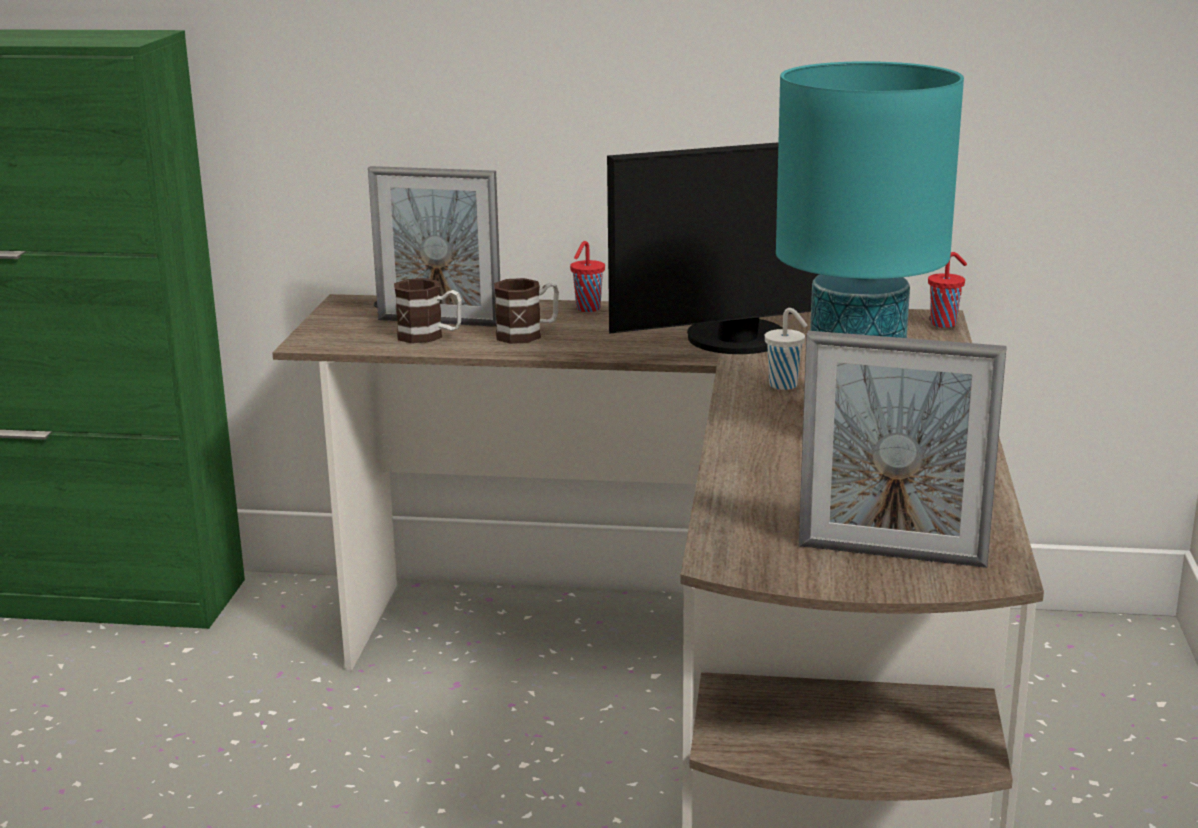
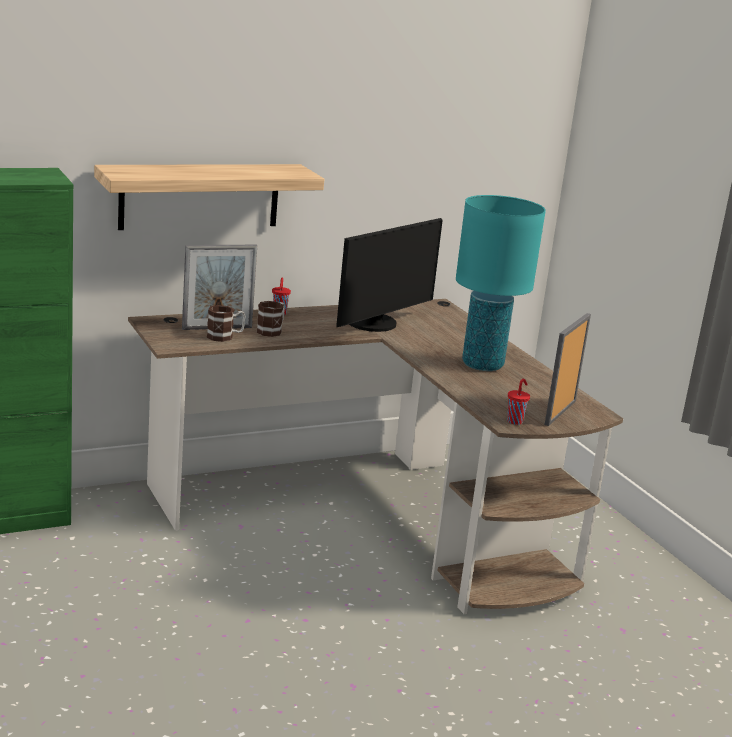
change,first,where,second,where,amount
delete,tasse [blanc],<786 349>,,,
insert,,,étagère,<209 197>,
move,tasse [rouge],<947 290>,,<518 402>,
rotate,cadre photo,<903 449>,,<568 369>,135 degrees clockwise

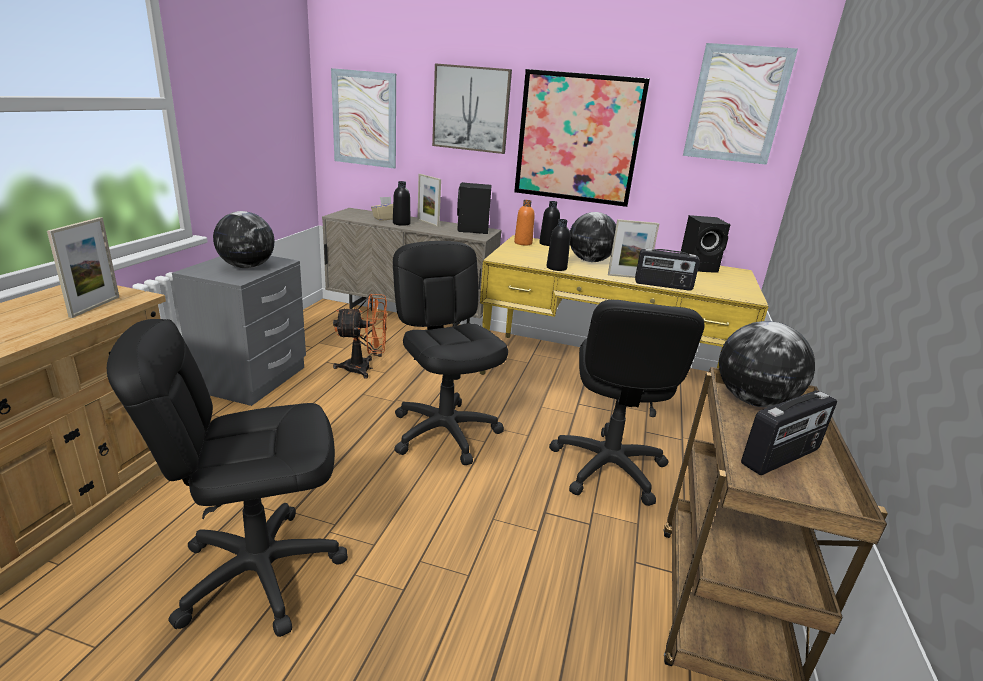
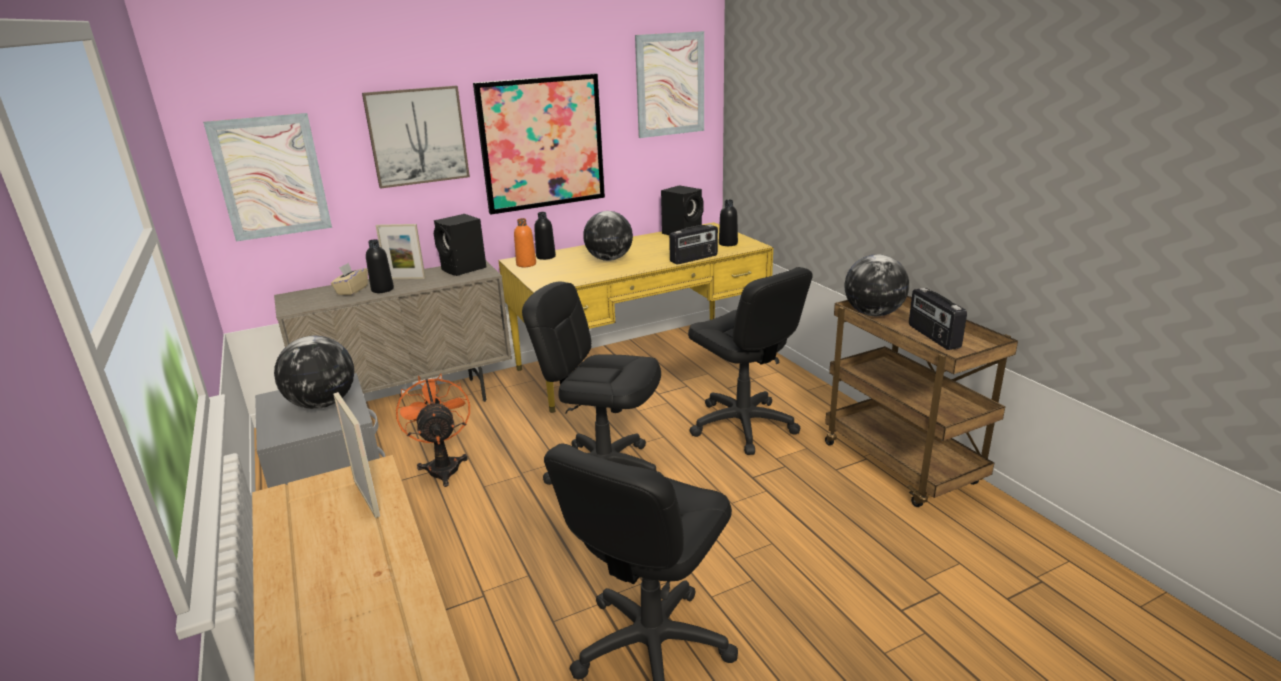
change,first,where,second,where,amount
delete,cadre photo,<633 248>,,,
move,bouteille [noir],<558 245>,,<728 223>,
rotate,ventilateur [orange],<360 336>,,<433 430>,60 degrees counterclockwise
rotate,radio,<789 432>,,<938 319>,150 degrees clockwise

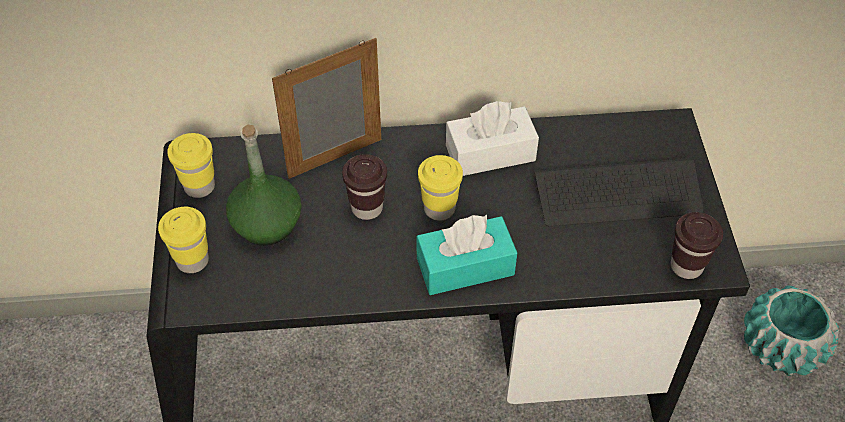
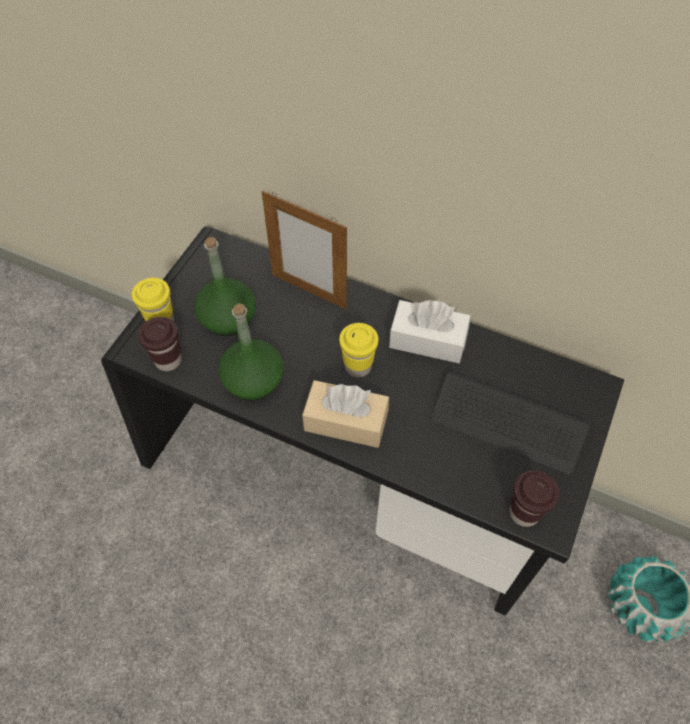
change,first,where,second,where,amount
delete,tasse [jaune],<191 165>,,,
insert,,,bouteille [vert],<251 352>,
move,tasse [marron],<364 187>,,<160 344>,
recolor,boîte à mouchoirs [turquoise],<467 255>,boîte à mouchoirs [beige],<345 414>,
rotate,cadre photo,<326 108>,,<304 250>,150 degrees counterclockwise

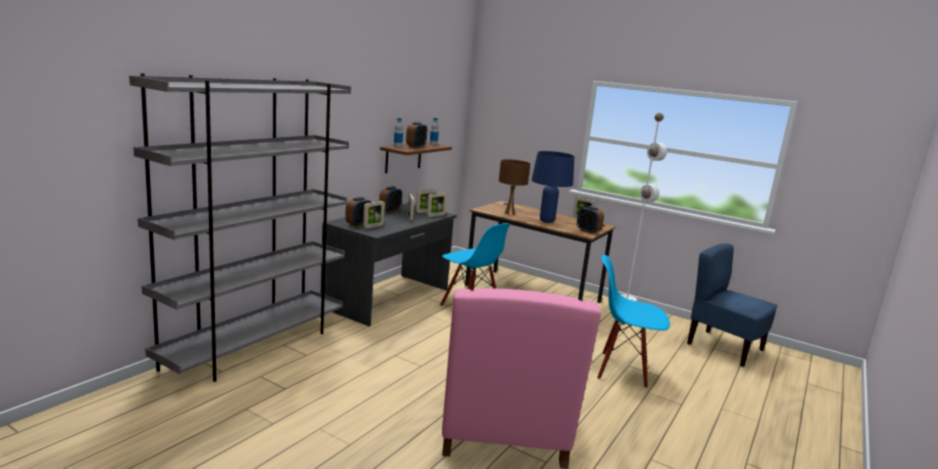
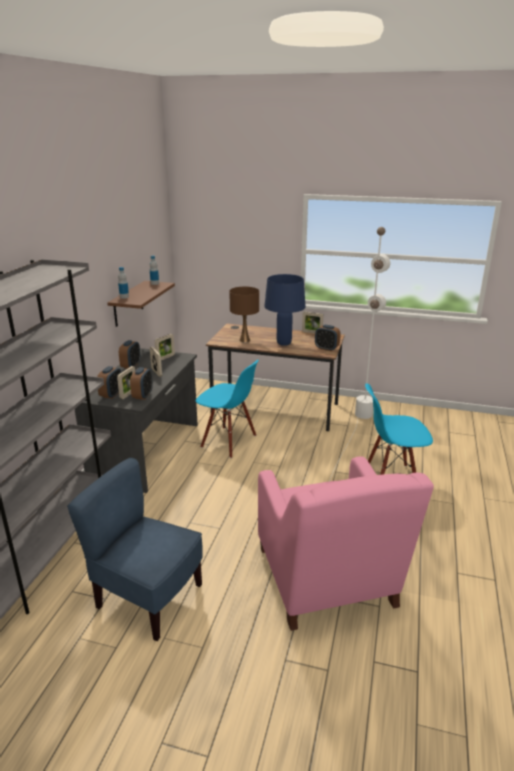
change,first,where,second,where,amount
delete,cadre photo,<437 205>,,,
move,réveil,<416 135>,,<141 383>,
move,chaise [bleu],<732 305>,,<135 549>,

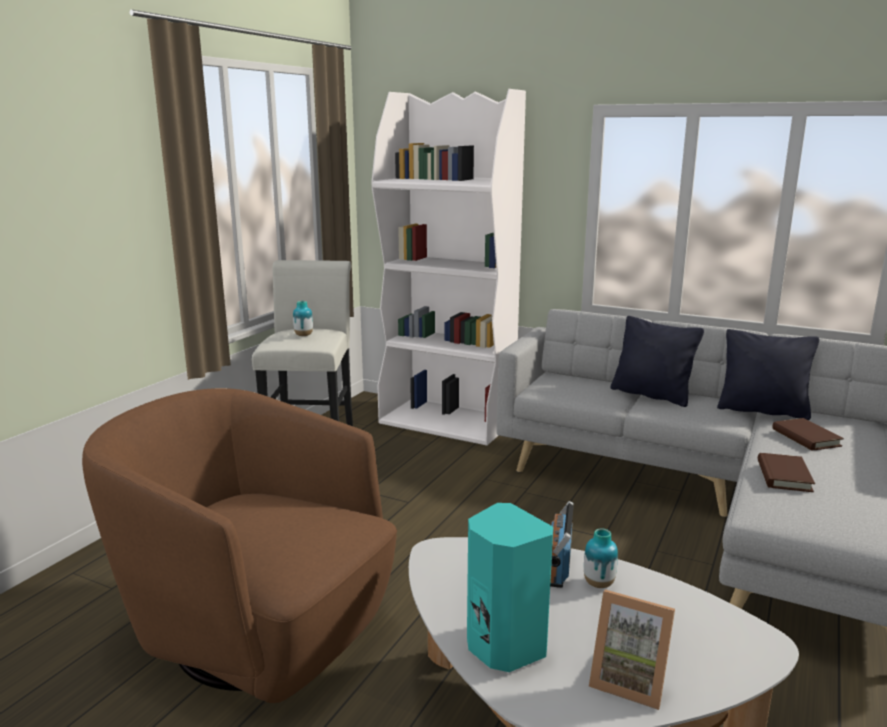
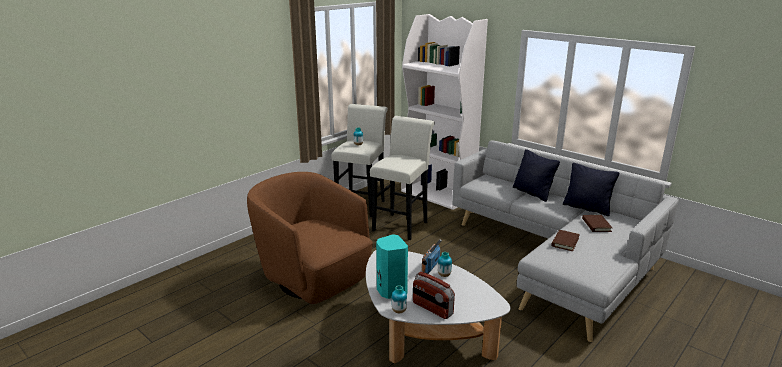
change,first,where,second,where,amount
insert,,,tabouret [blanc],<402 178>,
insert,,,vase,<399 299>,
replace,cadre photo,<632 650>,radio,<434 295>,

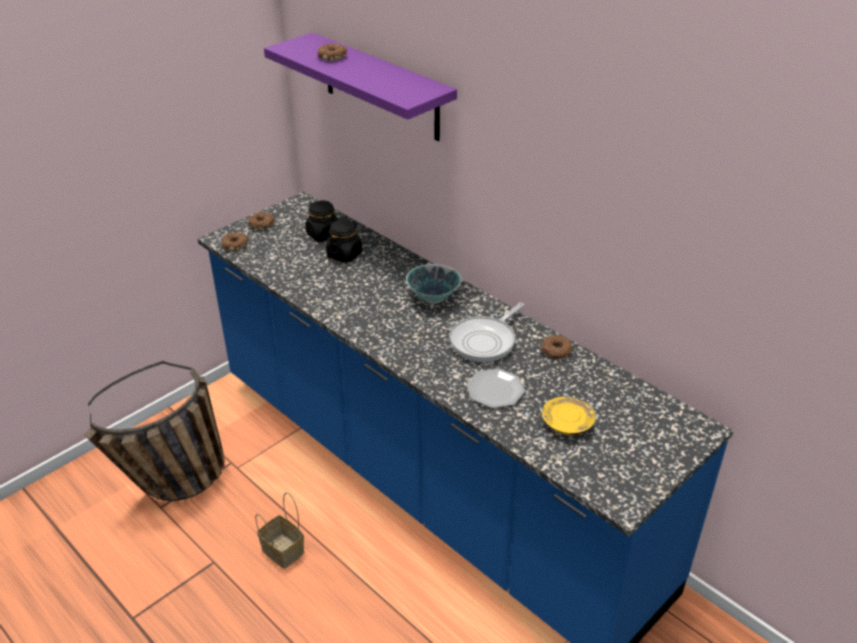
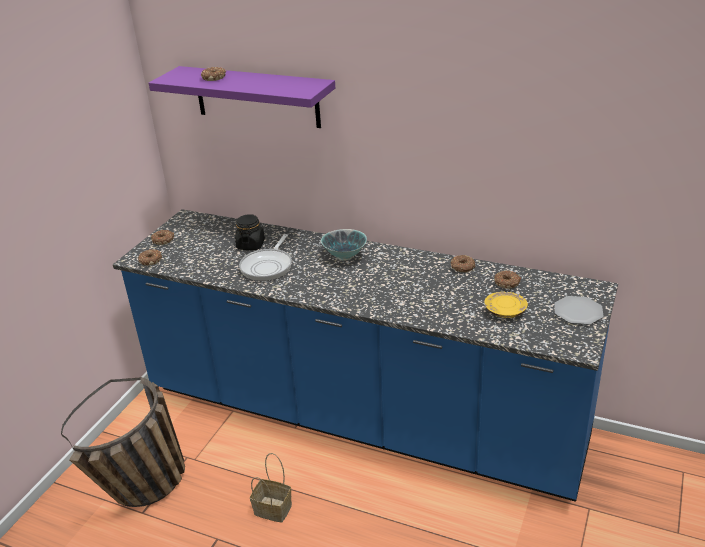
change,first,where,second,where,amount
delete,bocal [noir],<321 221>,,,
insert,,,beignet,<507 280>,
move,poêle,<486 332>,,<265 257>,
move,assiette,<495 388>,,<579 310>,

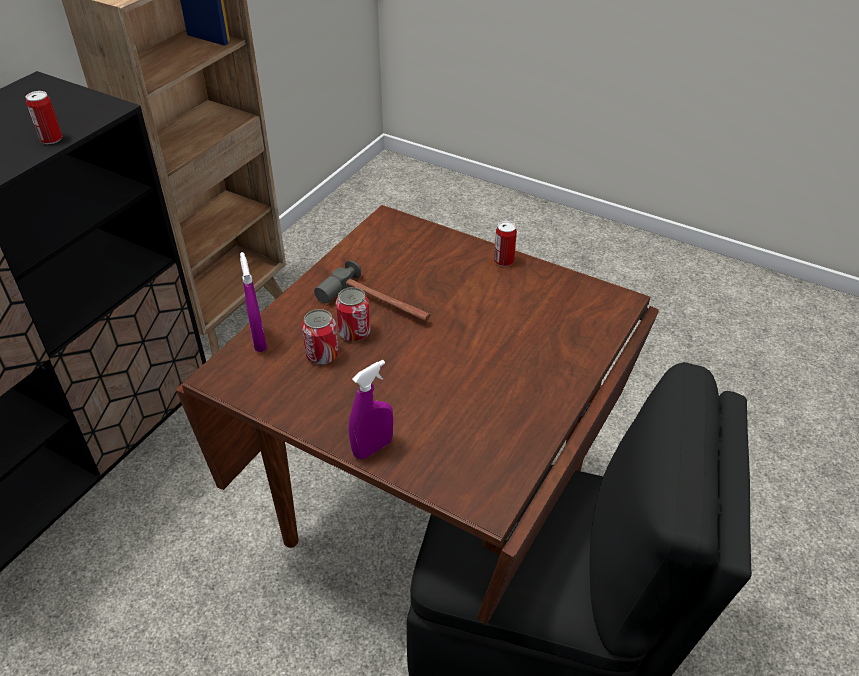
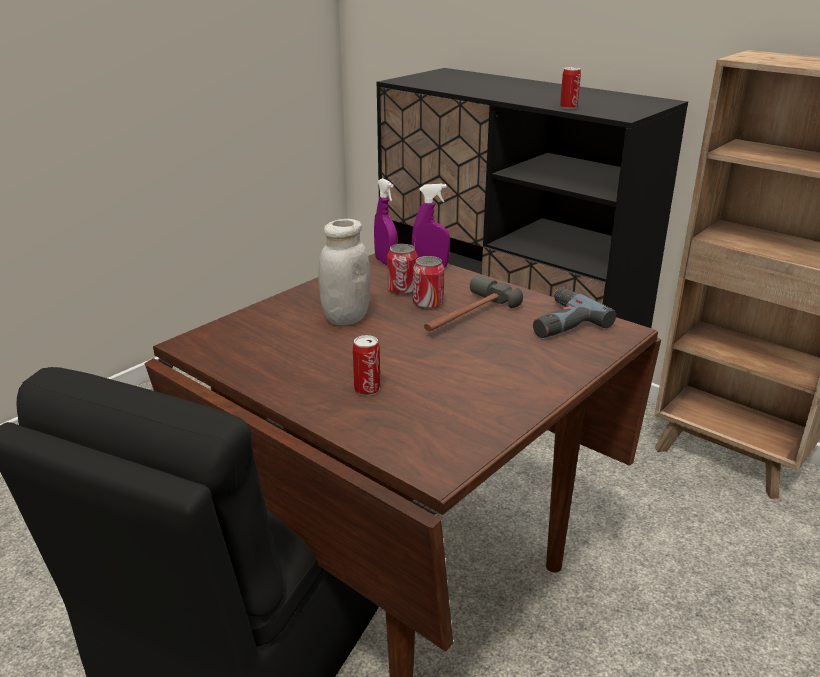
change,first,where,second,where,amount
insert,,,bocal [blanc],<344 272>,
insert,,,perceuse,<574 312>,
move,vaporisateur [violet],<371 410>,,<386 222>,
move,boîte métallique,<505 243>,,<366 365>,

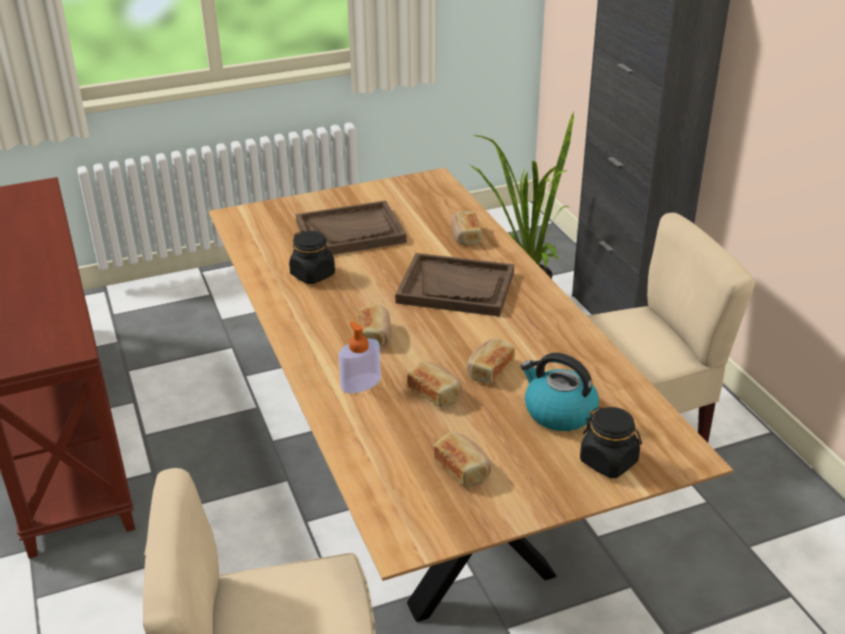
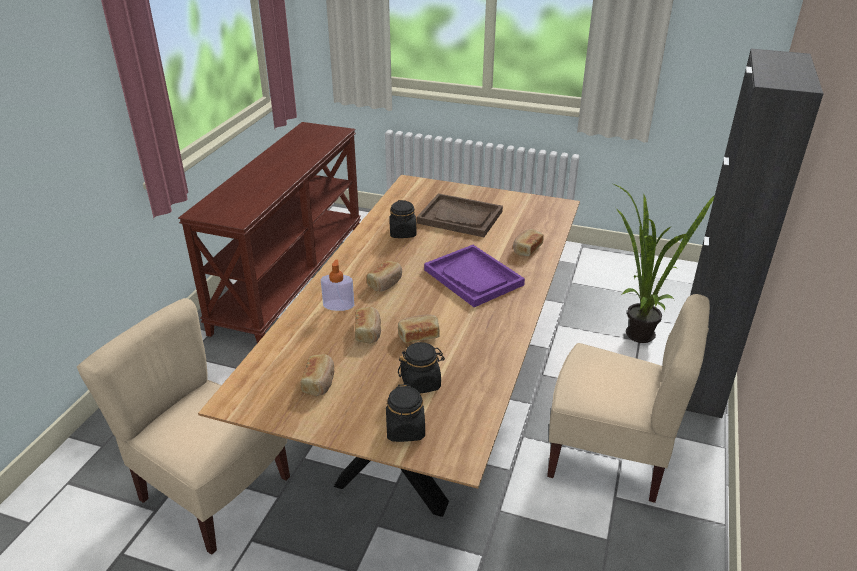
change,first,where,second,where,amount
replace,bouilloire,<560 392>,bocal [noir],<421 367>,
recolor,plateau [marron],<454 285>,plateau [violet],<474 276>,

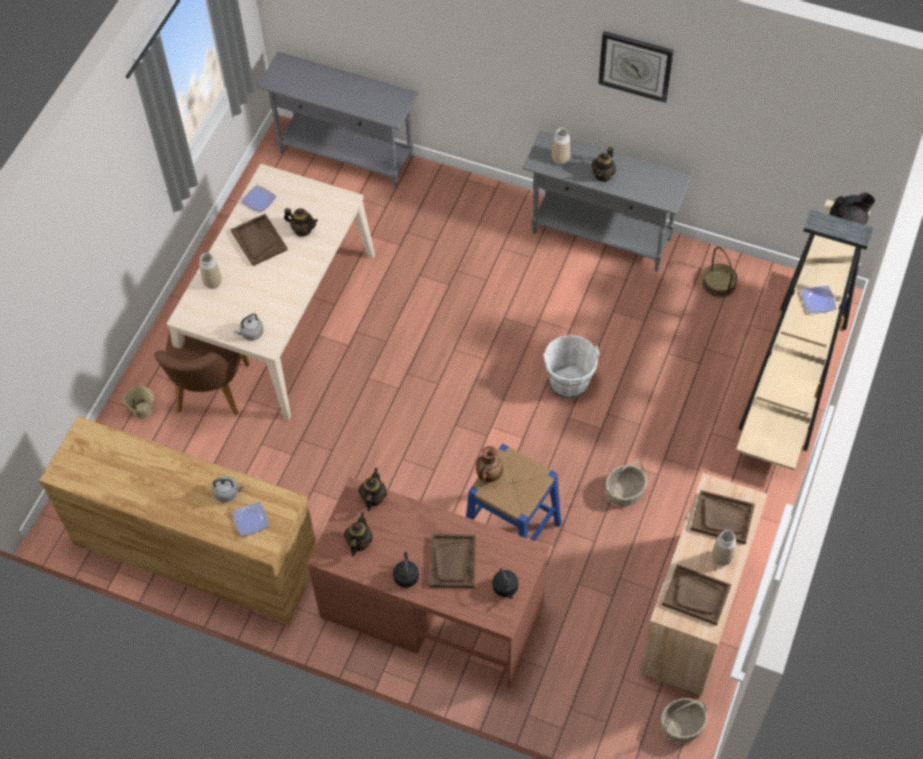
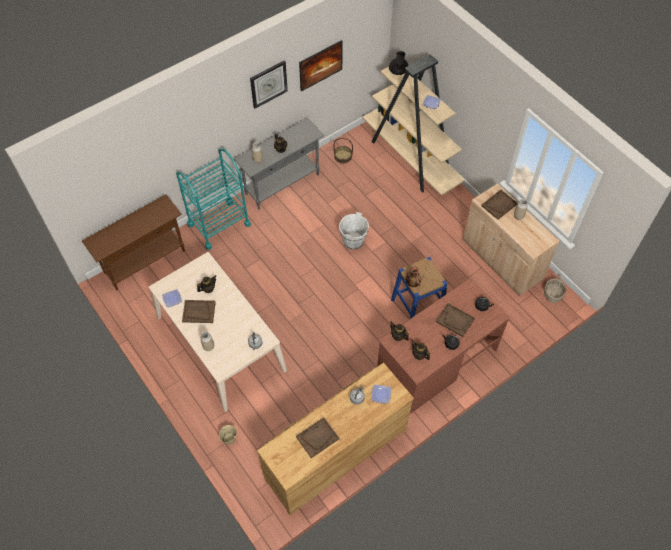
change,first,where,second,where,amount
delete,chaise [marron],<202 372>,,,
delete,panier,<626 483>,,,
insert,,,chariot [turquoise],<213 199>,
insert,,,tableau,<321 66>,
move,plateau [marron],<697 595>,,<317 437>,
recolor,table console [gris],<338 120>,table console [marron],<133 242>,

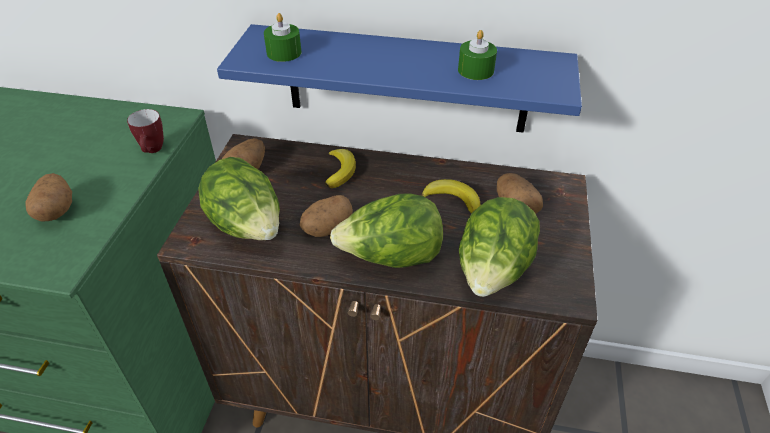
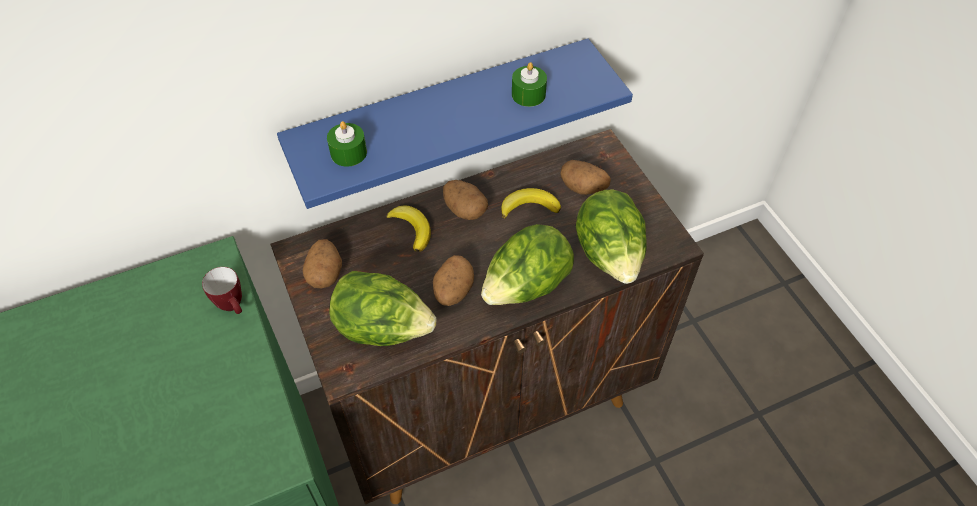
change,first,where,second,where,amount
move,pomme de terre,<48 197>,,<465 200>,

